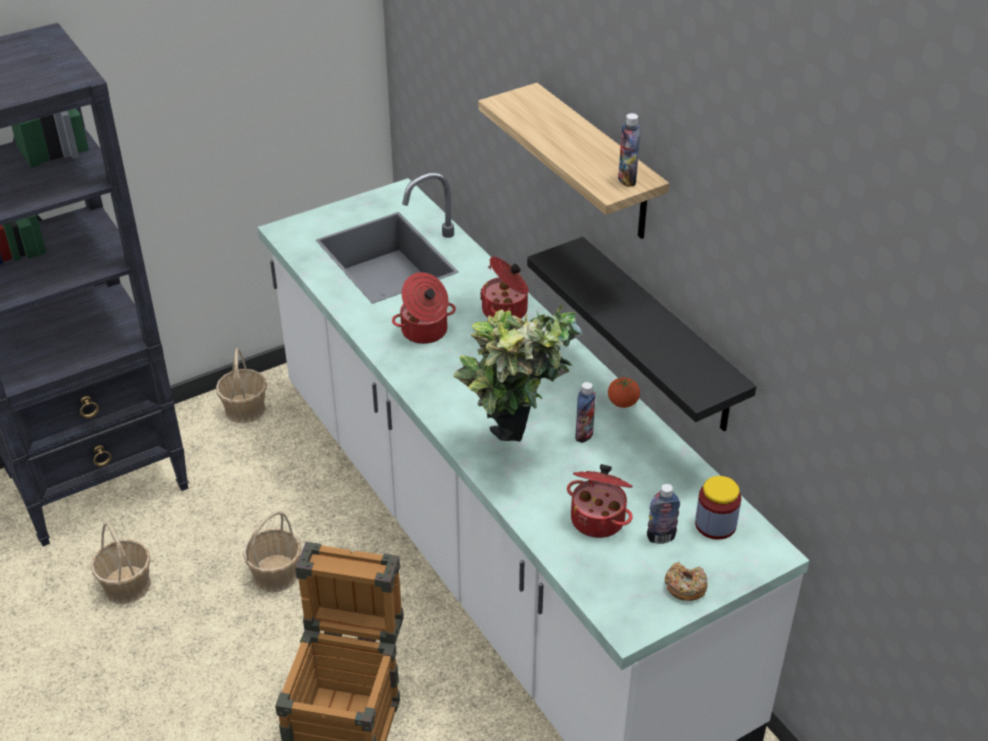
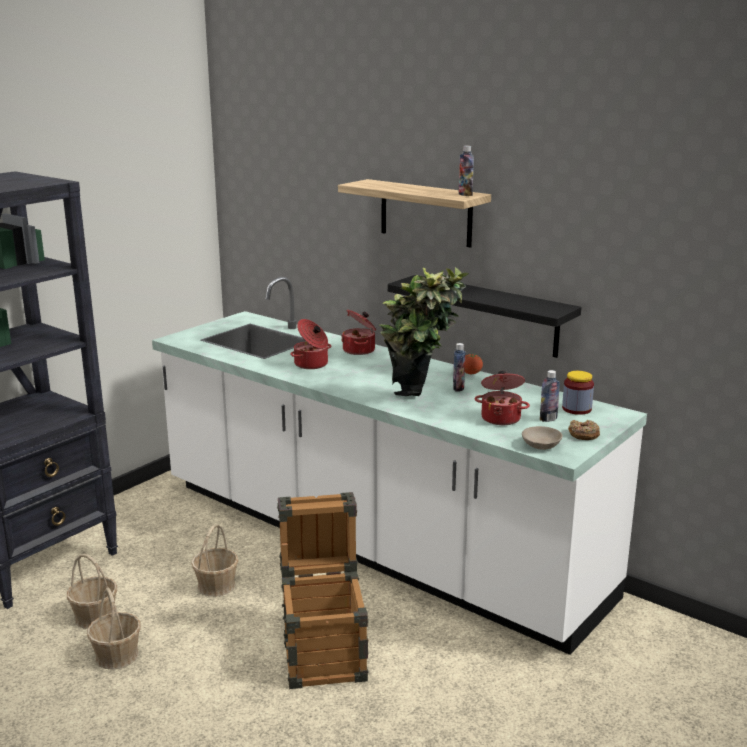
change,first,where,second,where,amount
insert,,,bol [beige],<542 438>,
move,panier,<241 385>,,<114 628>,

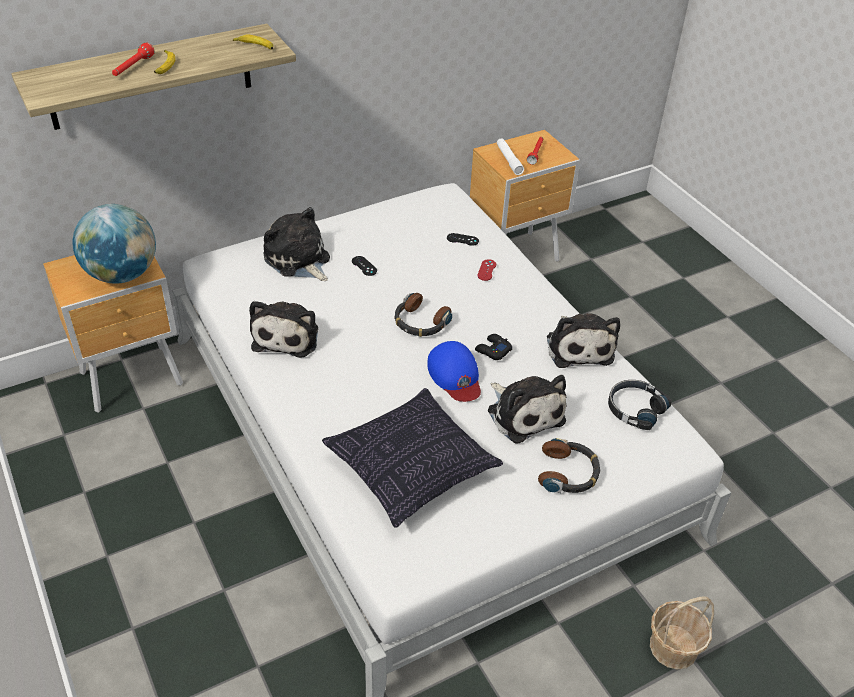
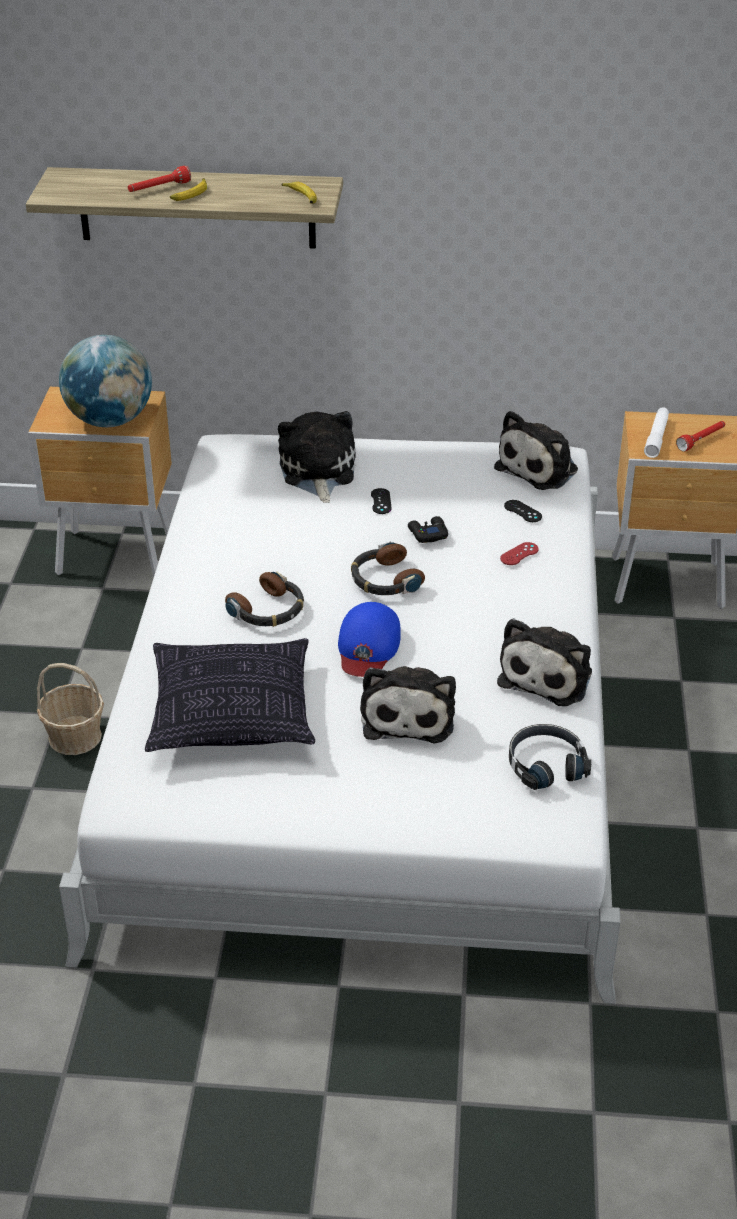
change,first,where,second,where,amount
move,peluche,<283 329>,,<536 450>,
move,manette [noir],<493 347>,,<428 529>,
move,casque audio,<569 465>,,<264 599>,
move,panier,<682 633>,,<70 709>,

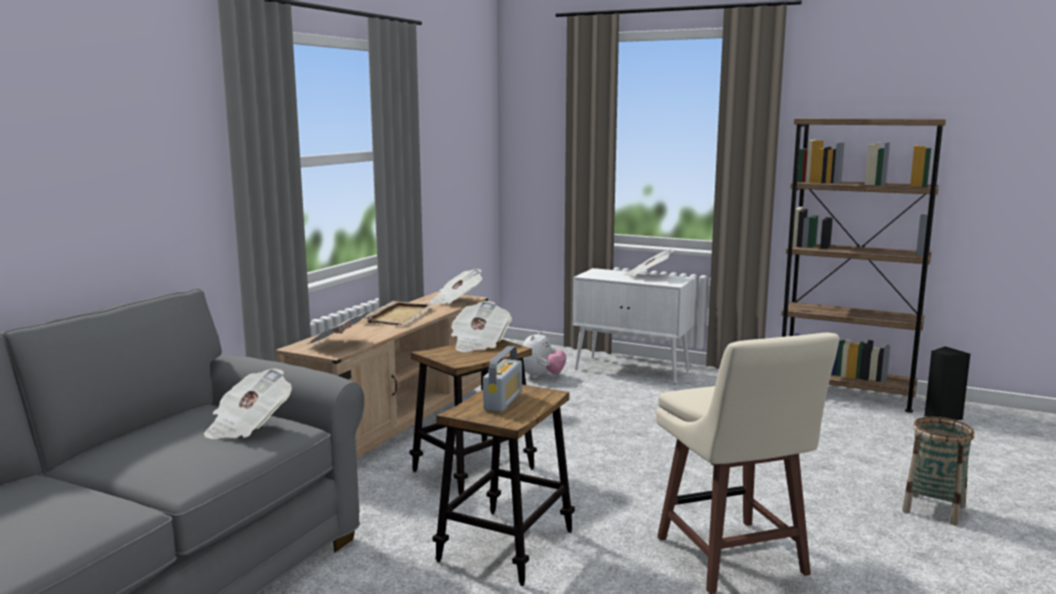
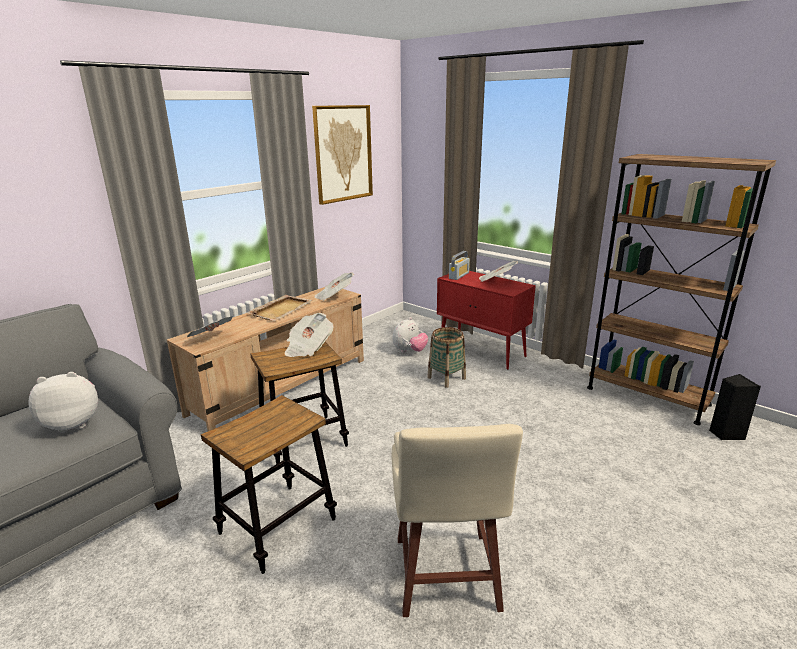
change,first,where,second,where,amount
insert,,,tableau,<342 155>,
move,radio,<502 379>,,<459 265>,
move,panier,<938 471>,,<446 357>,
replace,journal,<248 403>,peluche,<63 402>,
recolor,meuble de rangement [blanc],<634 326>,meuble de rangement [rouge],<486 320>,

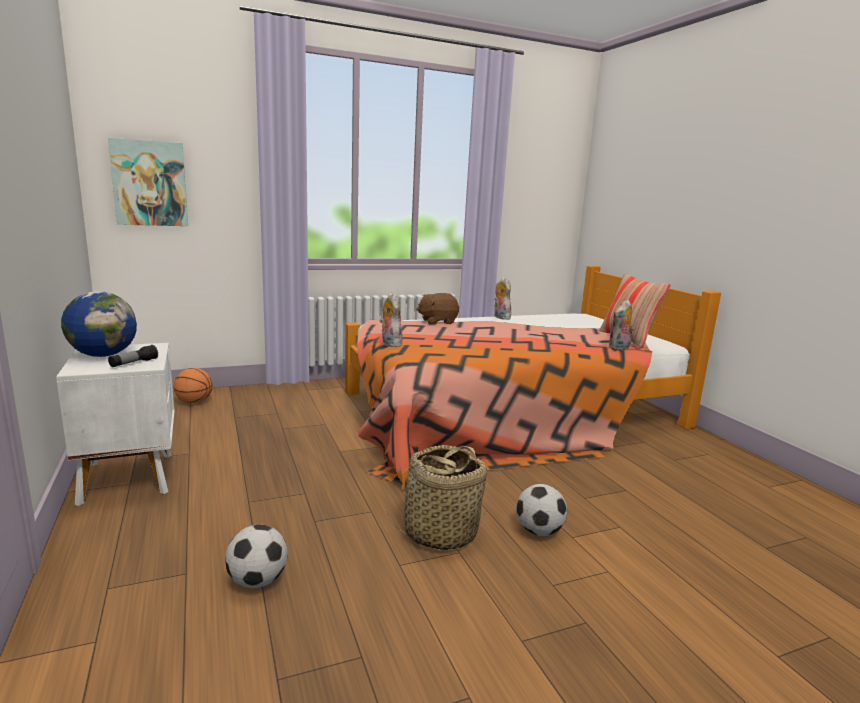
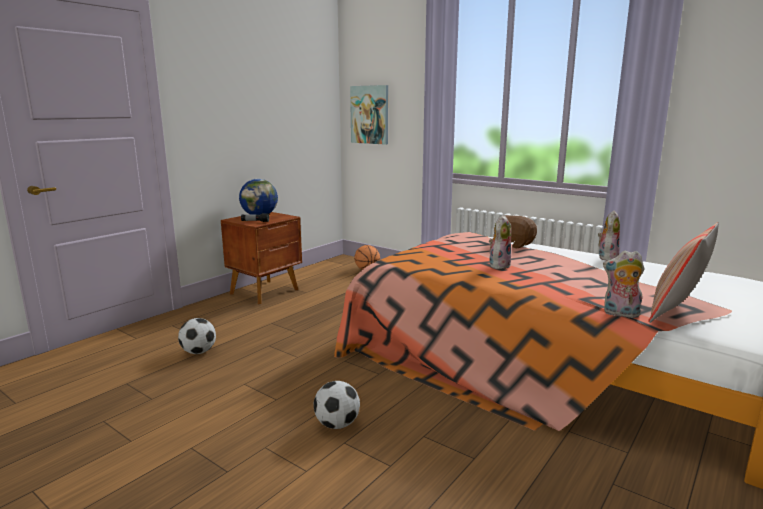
change,first,where,second,where,amount
delete,panier,<436 498>,,,
move,peluche,<391 319>,,<500 242>,
recolor,table de chevet [blanc],<115 424>,table de chevet [marron],<261 258>,

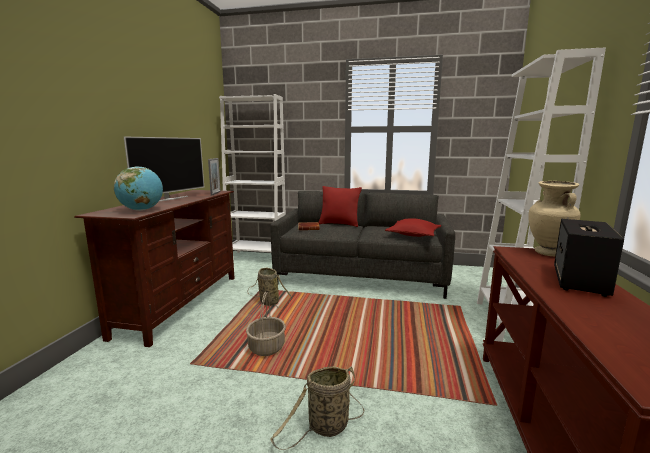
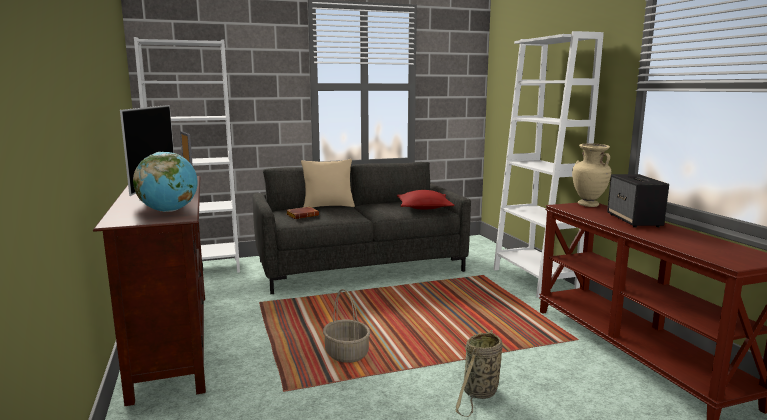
change,first,where,second,where,amount
delete,panier,<270 288>,,,
recolor,coussin [rouge],<340 206>,coussin [beige],<328 183>,

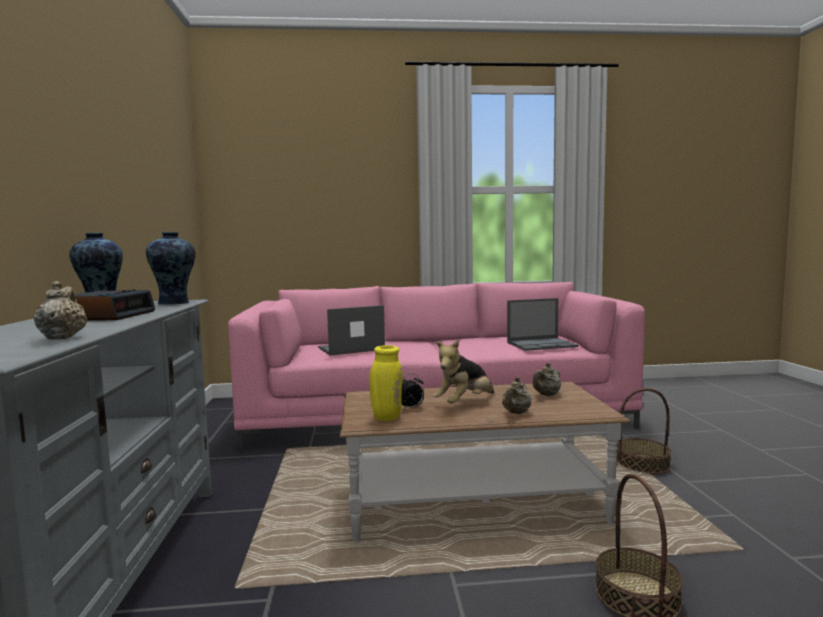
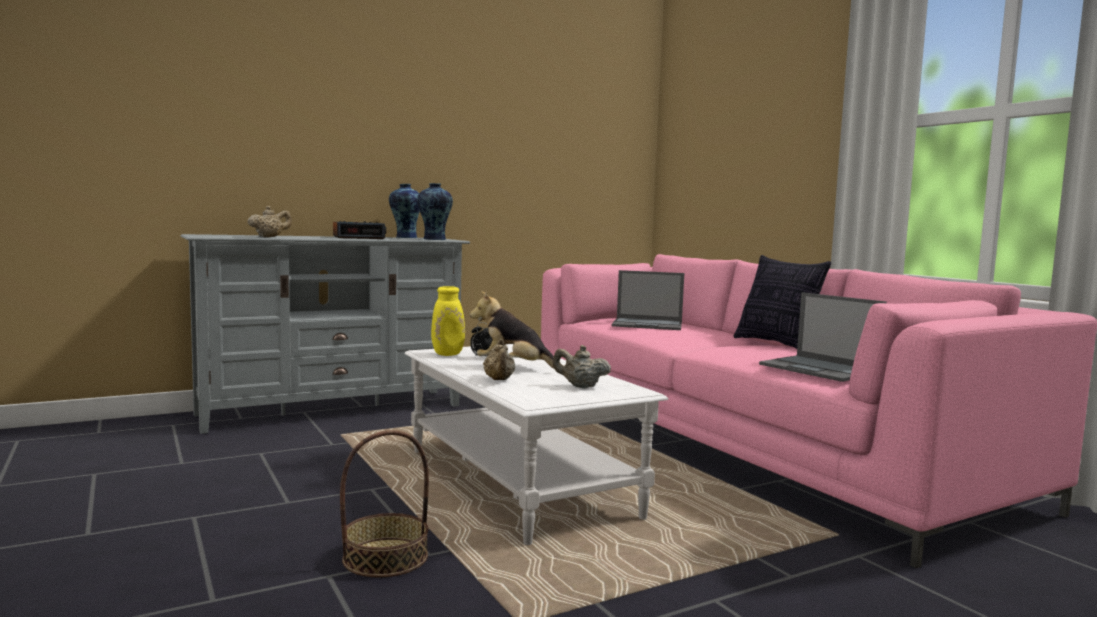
change,first,where,second,where,amount
delete,panier,<644 431>,,,
insert,,,coussin,<782 302>,
recolor,table basse [marron],<485 461>,table basse [blanc],<536 444>,
rotate,ordinateur portable,<351 330>,,<648 300>,150 degrees clockwise
rotate,théière [beige],<516 395>,,<499 359>,105 degrees counterclockwise

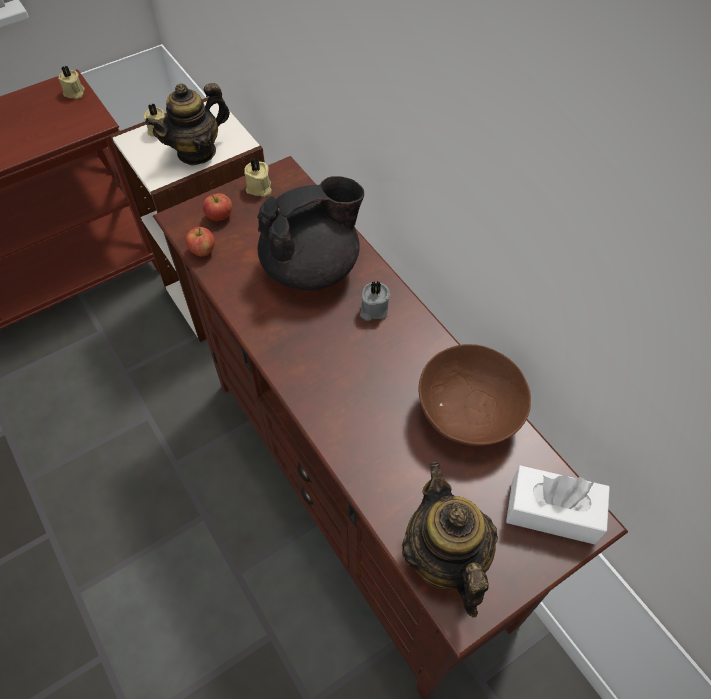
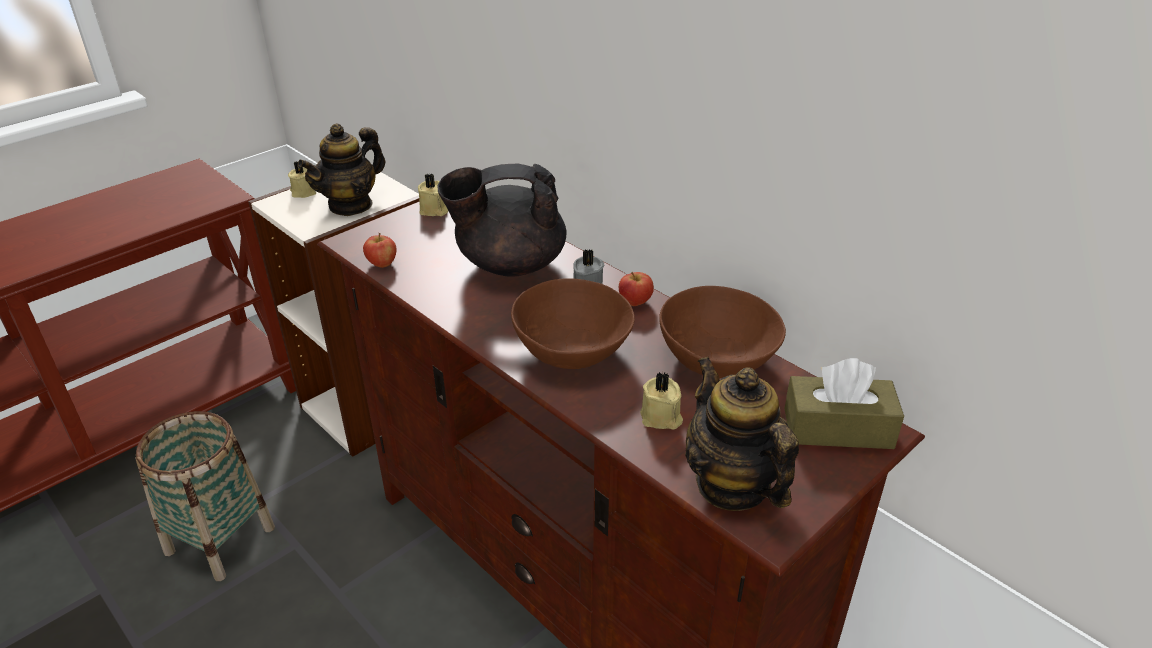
change,first,where,second,where,amount
insert,,,panier,<205 496>,
insert,,,bol [marron],<573 323>,
move,bougie [beige],<71 82>,,<661 401>,
move,pomme,<217 207>,,<636 289>,
recolor,boîte à mouchoirs [blanc],<558 504>,boîte à mouchoirs [marron],<844 403>,
rotate,théière [noir],<310 233>,,<502 220>,150 degrees counterclockwise

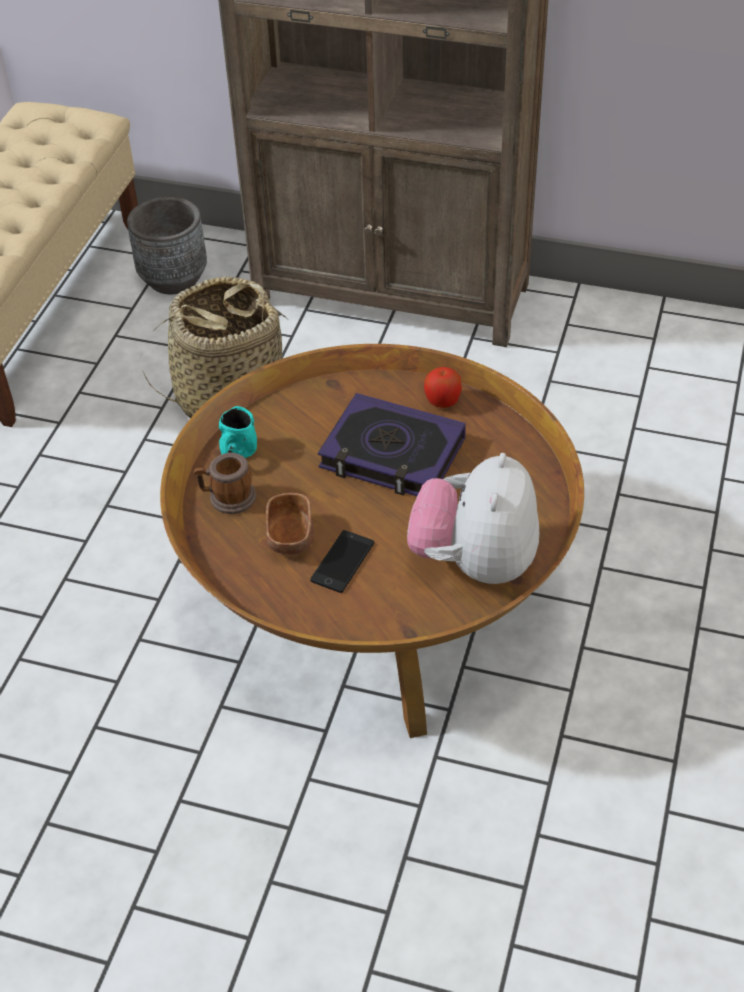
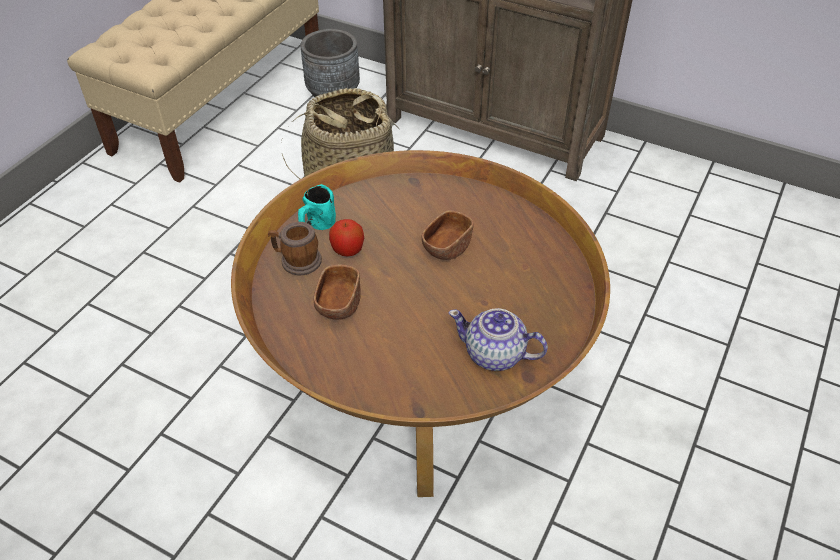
change,first,where,second,where,amount
delete,téléphone,<342 561>,,,
move,pomme,<443 387>,,<346 238>,
replace,livre,<392 444>,bol [marron],<448 235>,
replace,peluche,<473 518>,théière,<498 339>,

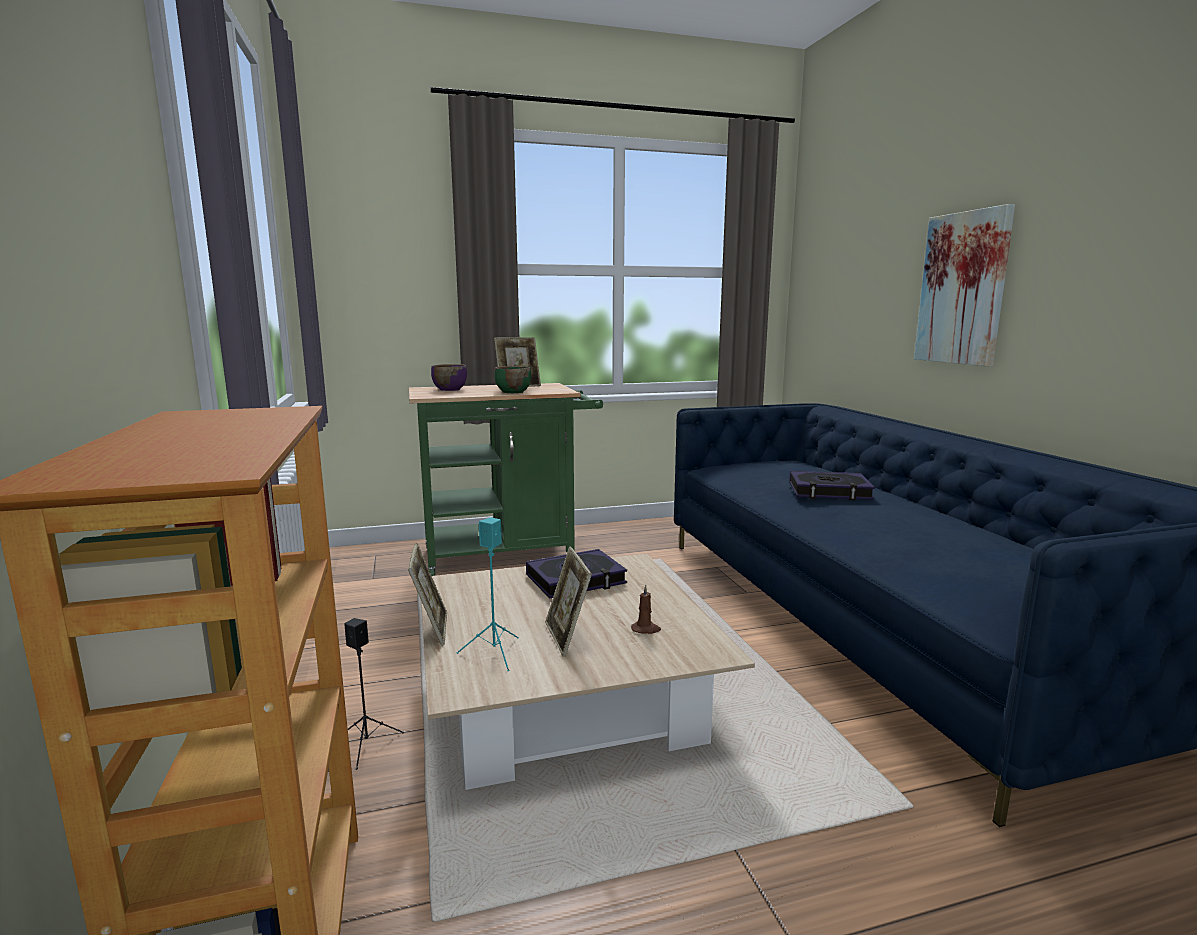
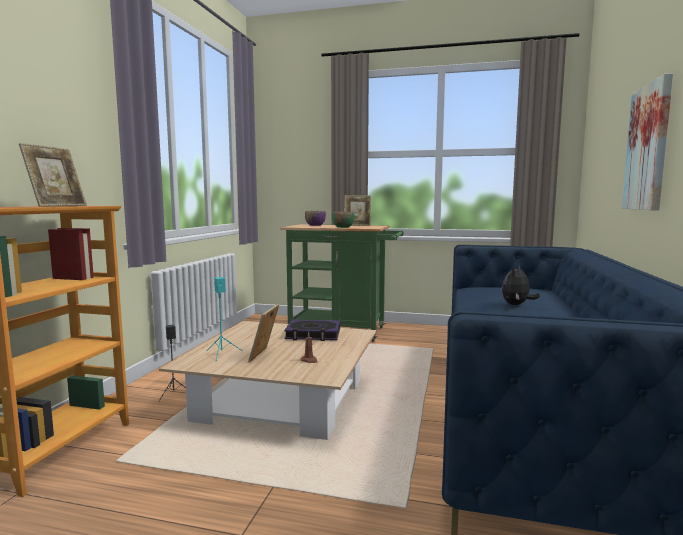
change,first,where,second,where,amount
move,cadre photo,<427 594>,,<53 175>,
replace,livre,<832 486>,peluche,<521 285>,

